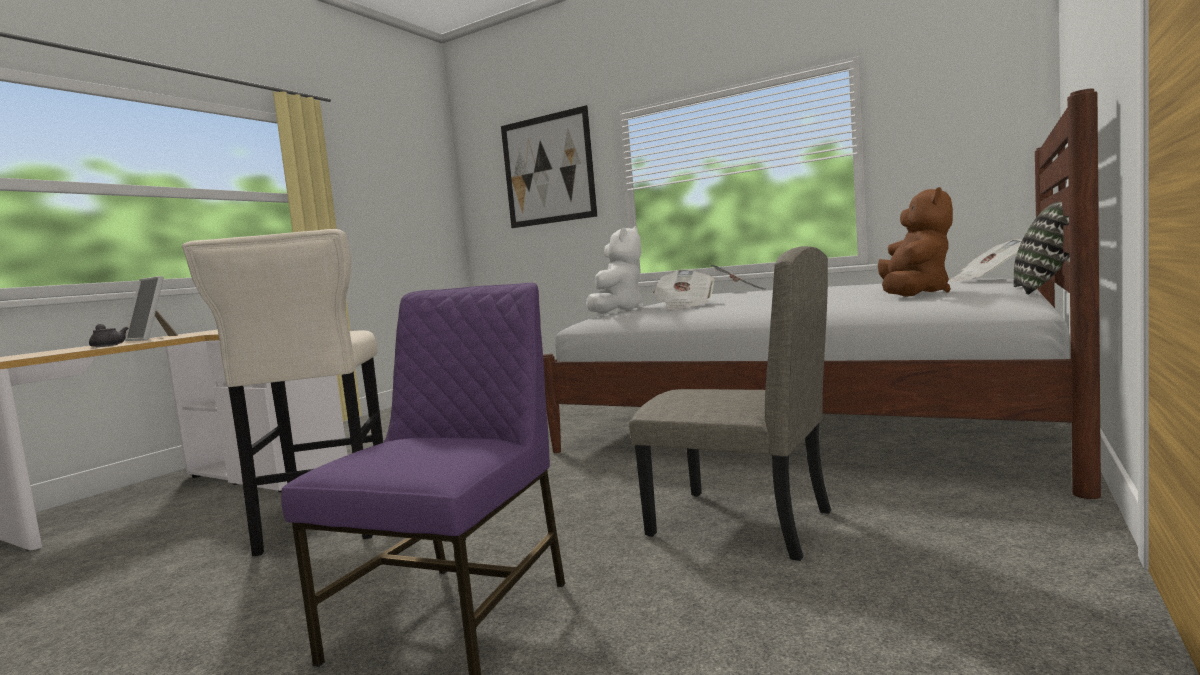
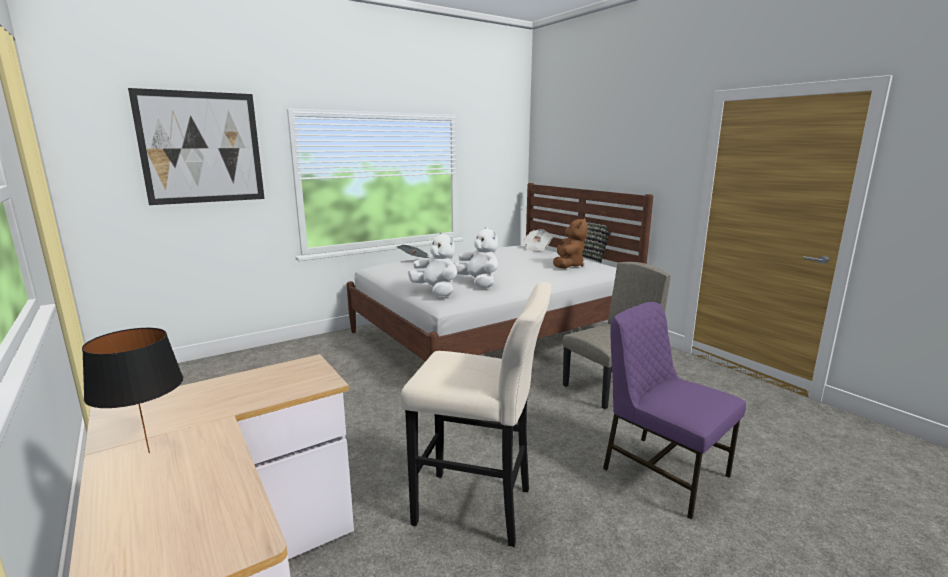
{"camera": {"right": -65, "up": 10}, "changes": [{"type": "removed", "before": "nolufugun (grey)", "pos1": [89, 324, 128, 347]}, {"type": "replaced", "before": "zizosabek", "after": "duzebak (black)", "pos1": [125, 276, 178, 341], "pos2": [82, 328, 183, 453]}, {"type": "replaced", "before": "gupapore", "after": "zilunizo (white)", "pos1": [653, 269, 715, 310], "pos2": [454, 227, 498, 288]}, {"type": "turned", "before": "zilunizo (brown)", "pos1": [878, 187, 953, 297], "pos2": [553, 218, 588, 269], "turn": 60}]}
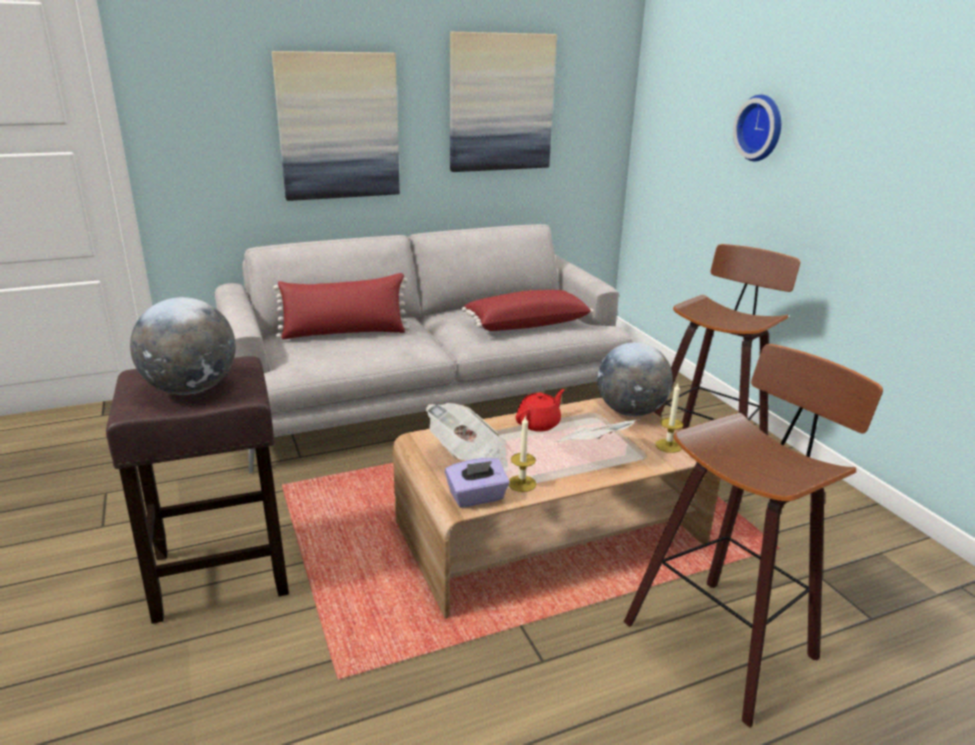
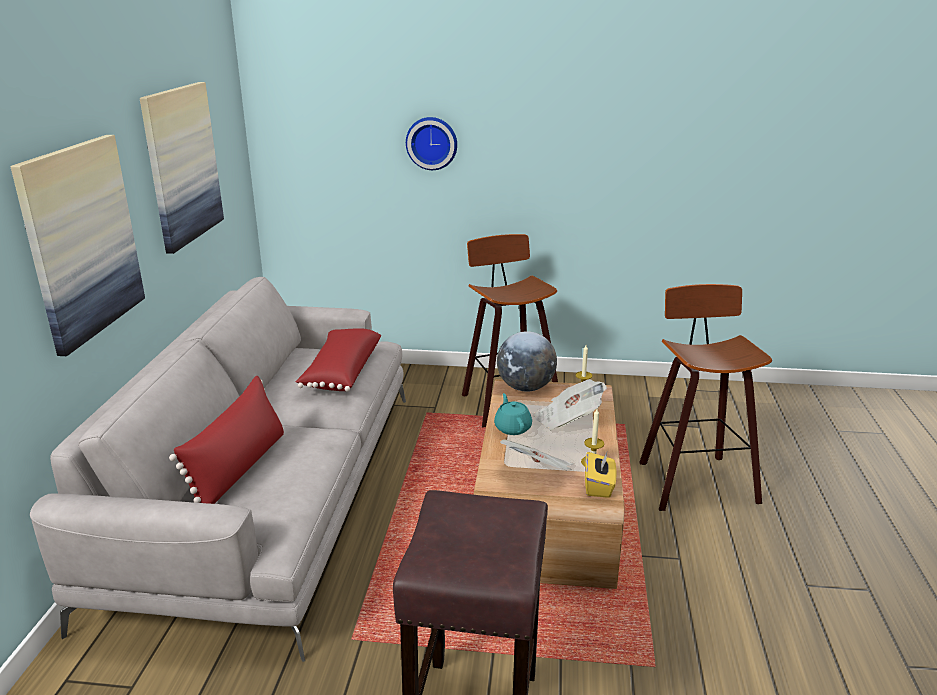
{"camera": {"right": -60, "up": 0}, "changes": [{"type": "removed", "before": "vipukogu", "pos1": [130, 297, 236, 395]}, {"type": "recoloured", "before": "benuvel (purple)", "after": "benuvel (yellow)", "pos1": [445, 458, 510, 508], "pos2": [585, 452, 616, 498]}, {"type": "recoloured", "before": "nolufugun (red)", "after": "nolufugun (turquoise)", "pos1": [516, 389, 565, 432], "pos2": [494, 393, 532, 435]}]}
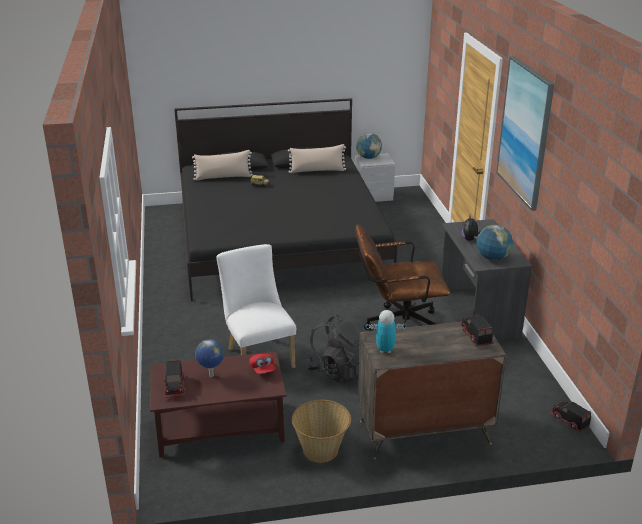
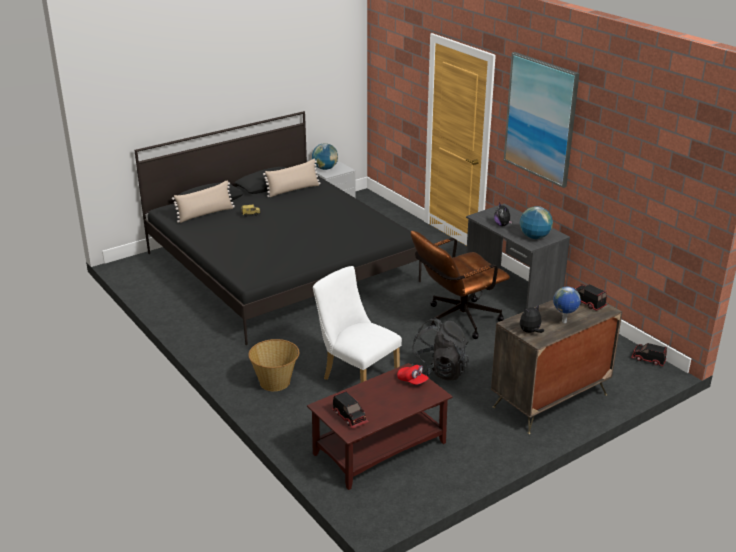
{"camera": {"right": -25, "up": 0}, "changes": [{"type": "moved", "before": "vipukogu", "pos1": [195, 339, 224, 377], "pos2": [553, 287, 581, 323]}, {"type": "moved", "before": "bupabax", "pos1": [292, 400, 351, 463], "pos2": [248, 339, 299, 391]}, {"type": "replaced", "before": "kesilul", "after": "zilunizo", "pos1": [366, 310, 407, 353], "pos2": [520, 305, 544, 333]}]}
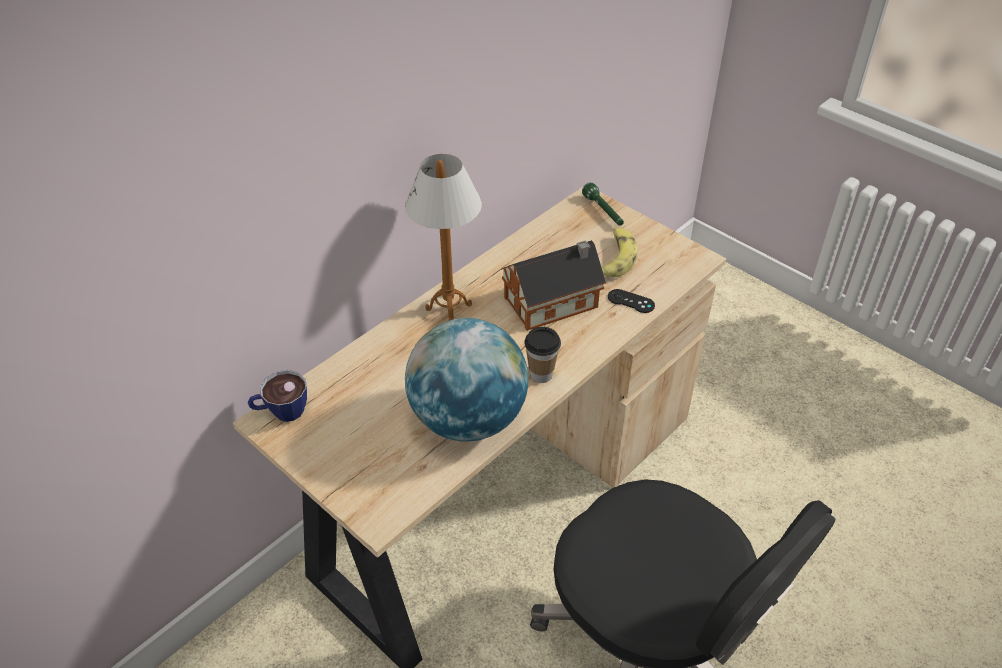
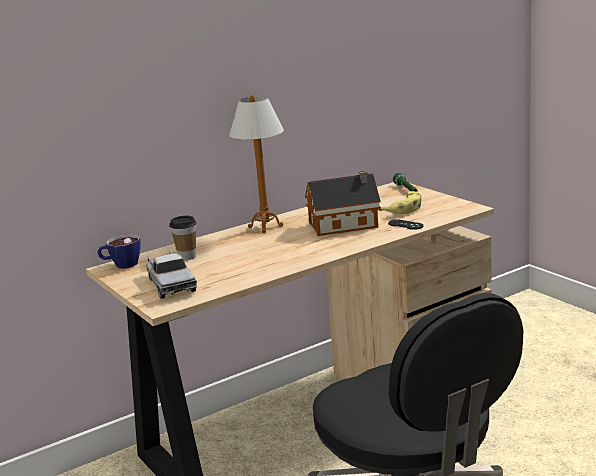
{"camera": {"right": 15, "up": -25}, "changes": [{"type": "removed", "before": "vipukogu", "pos1": [405, 318, 528, 442]}, {"type": "added", "after": "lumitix", "pos2": [147, 251, 197, 299]}, {"type": "moved", "before": "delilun", "pos1": [524, 327, 561, 383], "pos2": [169, 216, 197, 261]}]}
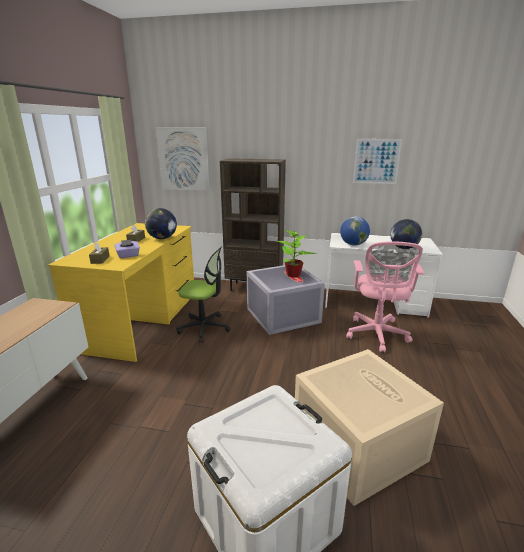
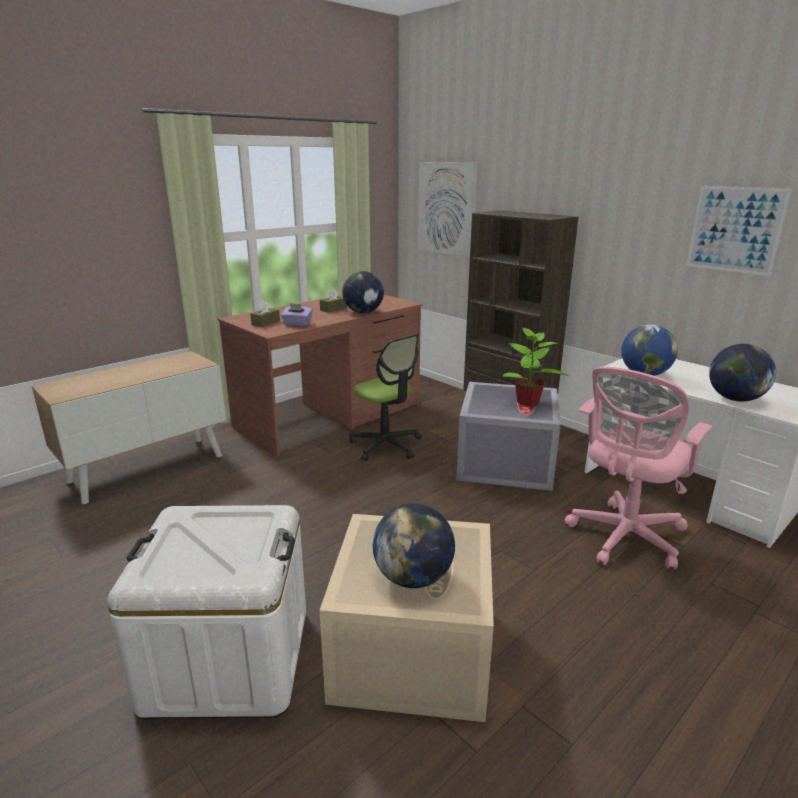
{"camera": {"right": 35, "up": 0}, "changes": [{"type": "added", "after": "vipukogu", "pos2": [373, 503, 455, 588]}, {"type": "recoloured", "before": "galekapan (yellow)", "after": "galekapan (brown)", "pos1": [48, 223, 194, 362], "pos2": [218, 295, 423, 457]}]}
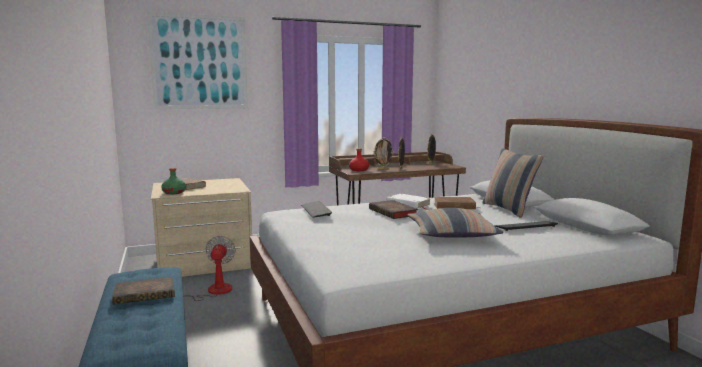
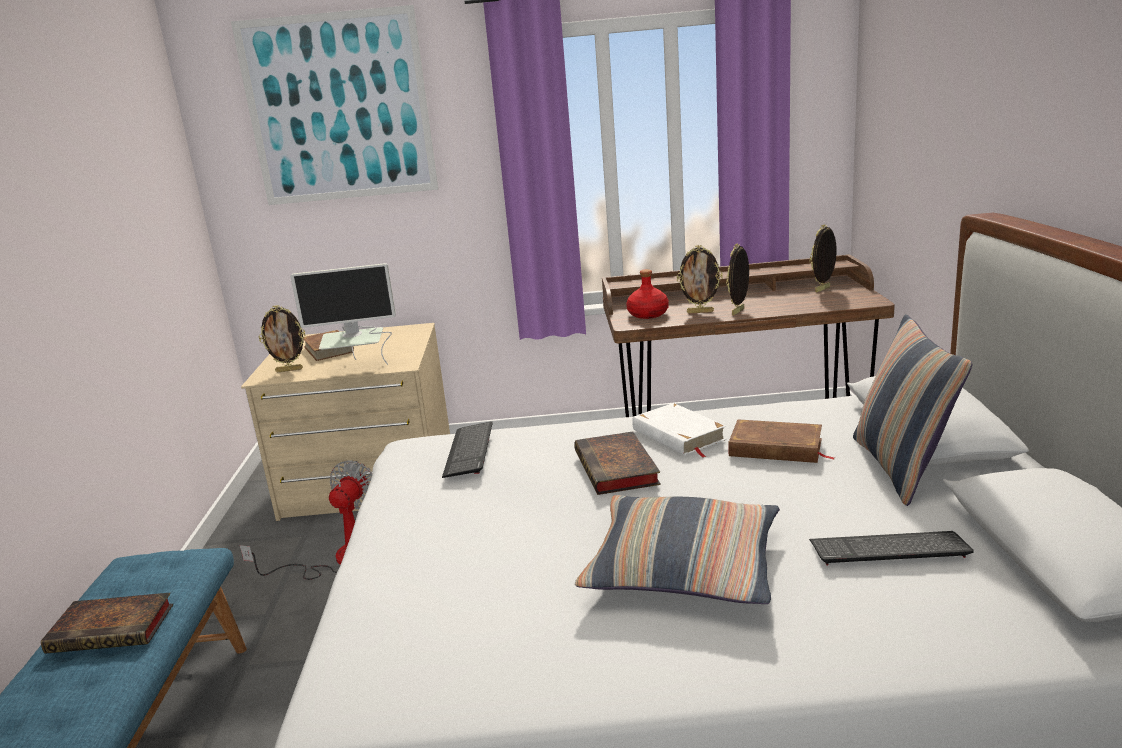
{"camera": {"right": 20, "up": 10}, "changes": [{"type": "added", "after": "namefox", "pos2": [290, 263, 396, 365]}, {"type": "replaced", "before": "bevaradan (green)", "after": "zizosabek", "pos1": [161, 168, 186, 194], "pos2": [258, 305, 306, 373]}]}
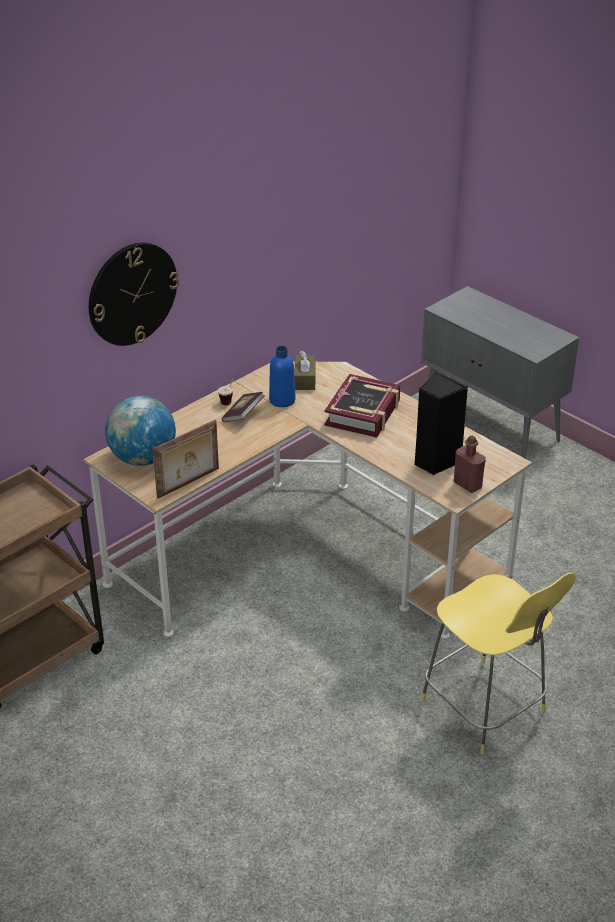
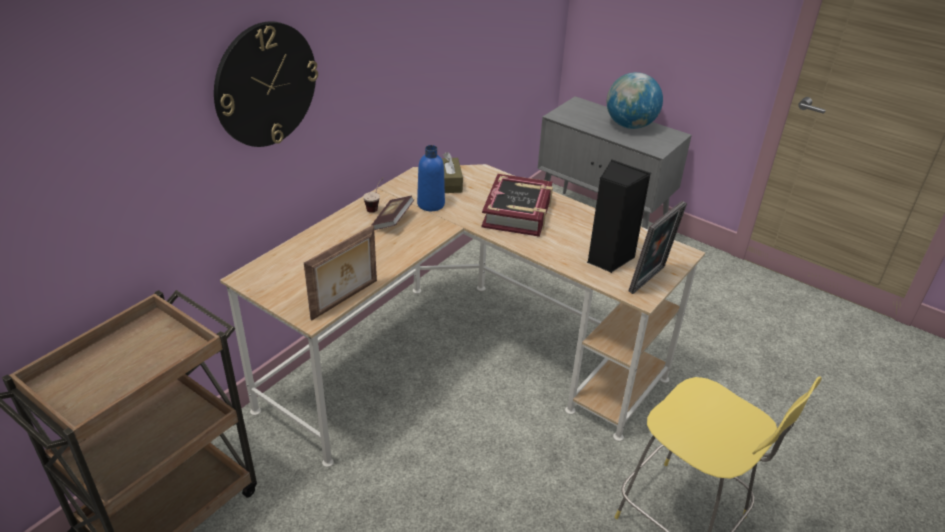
{"camera": {"right": -10, "up": 0}, "changes": [{"type": "moved", "before": "vipukogu", "pos1": [105, 396, 176, 466], "pos2": [607, 72, 663, 129]}, {"type": "replaced", "before": "bevaradan (red)", "after": "zizosabek", "pos1": [454, 435, 486, 493], "pos2": [628, 201, 687, 294]}]}
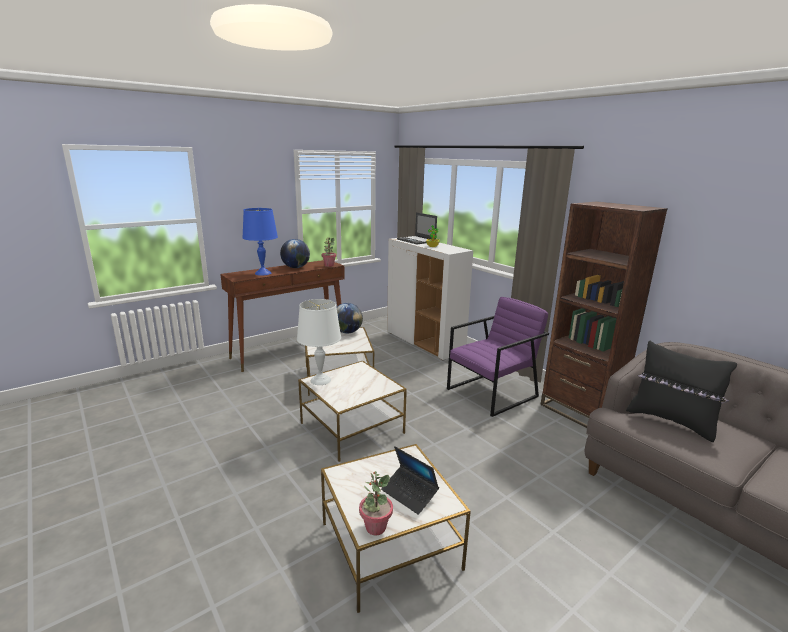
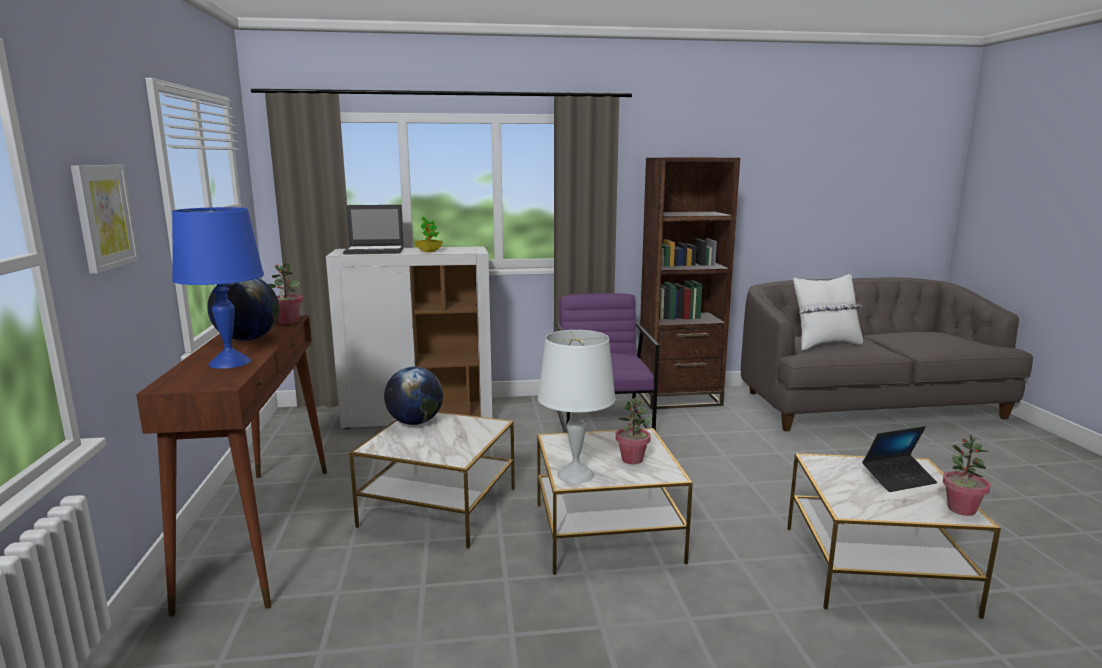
{"camera": {"right": -60, "up": -5}, "changes": [{"type": "added", "after": "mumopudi", "pos2": [71, 165, 139, 274]}, {"type": "added", "after": "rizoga", "pos2": [616, 397, 651, 464]}, {"type": "recoloured", "before": "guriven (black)", "after": "guriven (white)", "pos1": [626, 340, 737, 442], "pos2": [793, 274, 863, 350]}]}
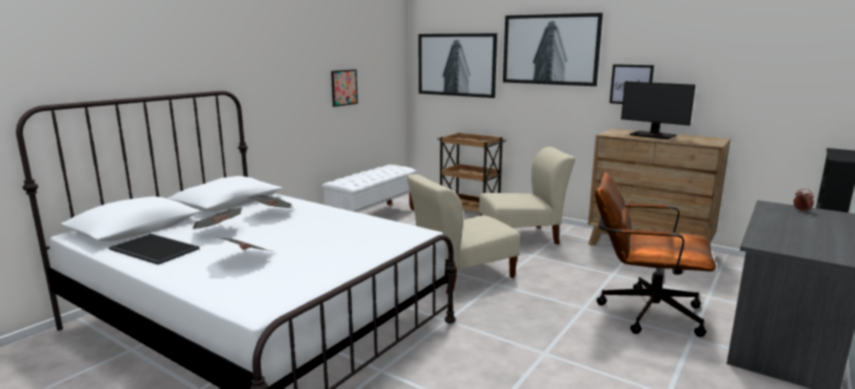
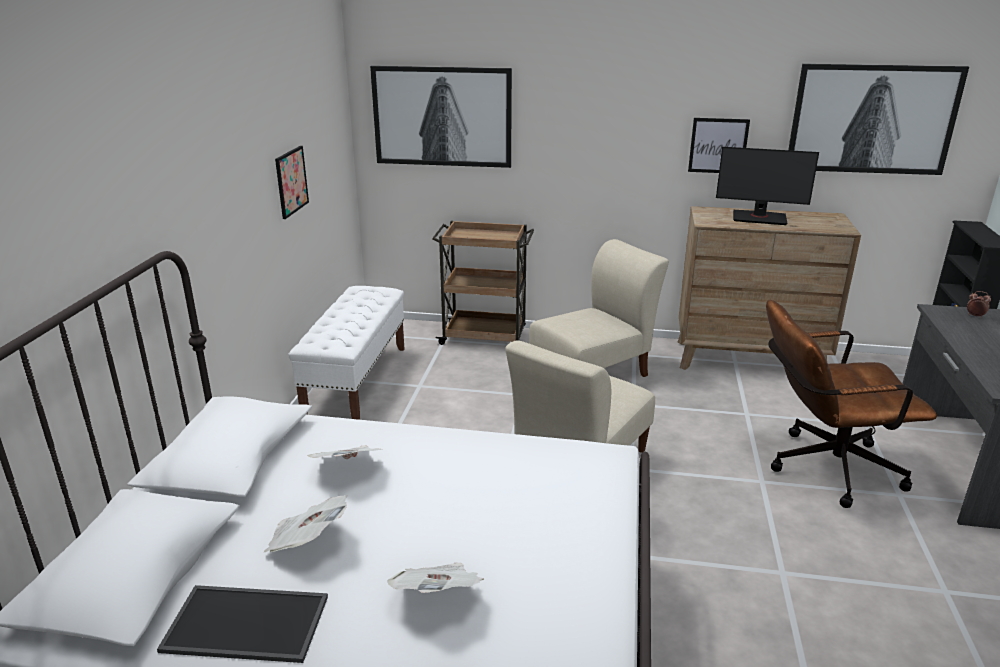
{"camera": {"right": -25, "up": 10}, "changes": [{"type": "moved", "before": "mumopudi", "pos1": [503, 13, 603, 86], "pos2": [788, 64, 969, 175]}]}
